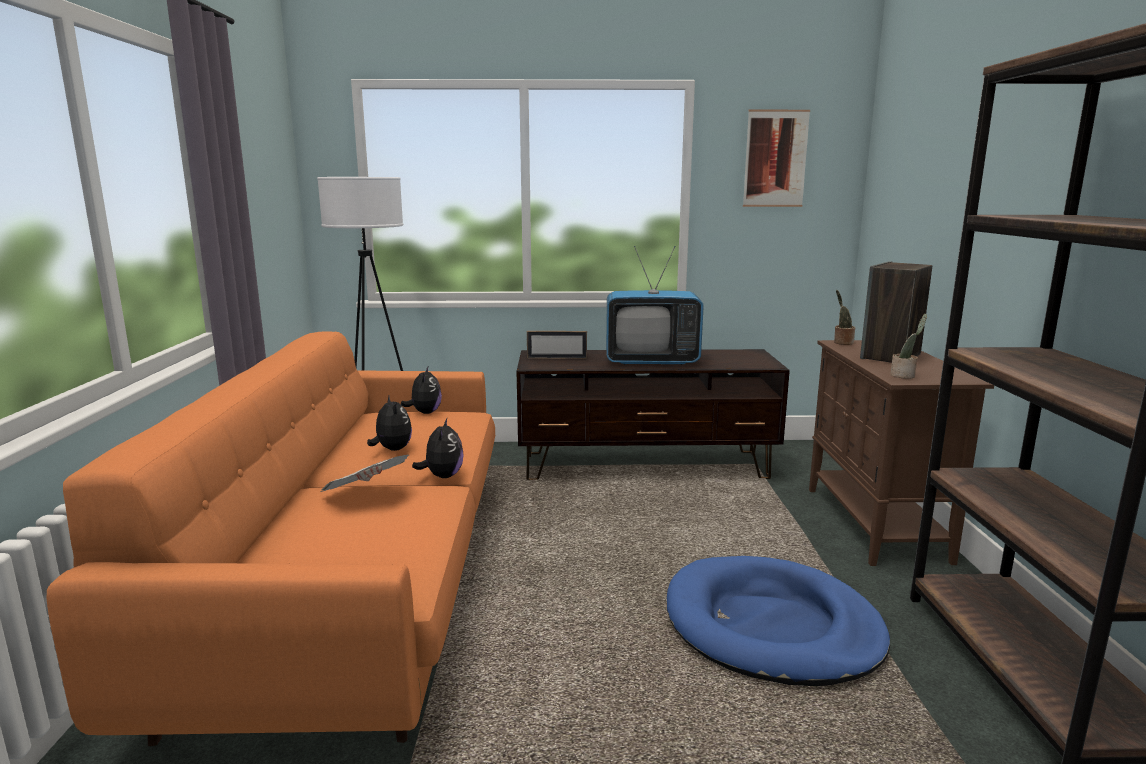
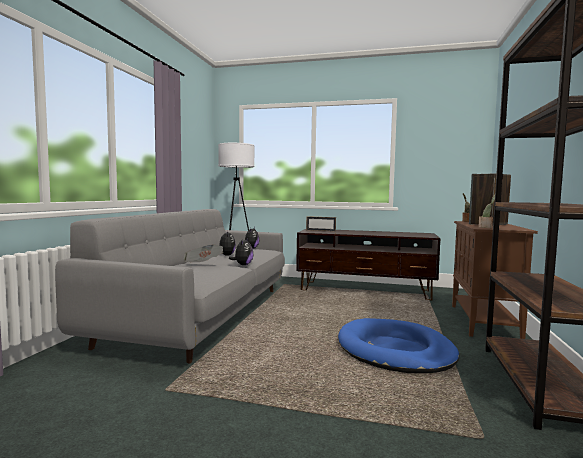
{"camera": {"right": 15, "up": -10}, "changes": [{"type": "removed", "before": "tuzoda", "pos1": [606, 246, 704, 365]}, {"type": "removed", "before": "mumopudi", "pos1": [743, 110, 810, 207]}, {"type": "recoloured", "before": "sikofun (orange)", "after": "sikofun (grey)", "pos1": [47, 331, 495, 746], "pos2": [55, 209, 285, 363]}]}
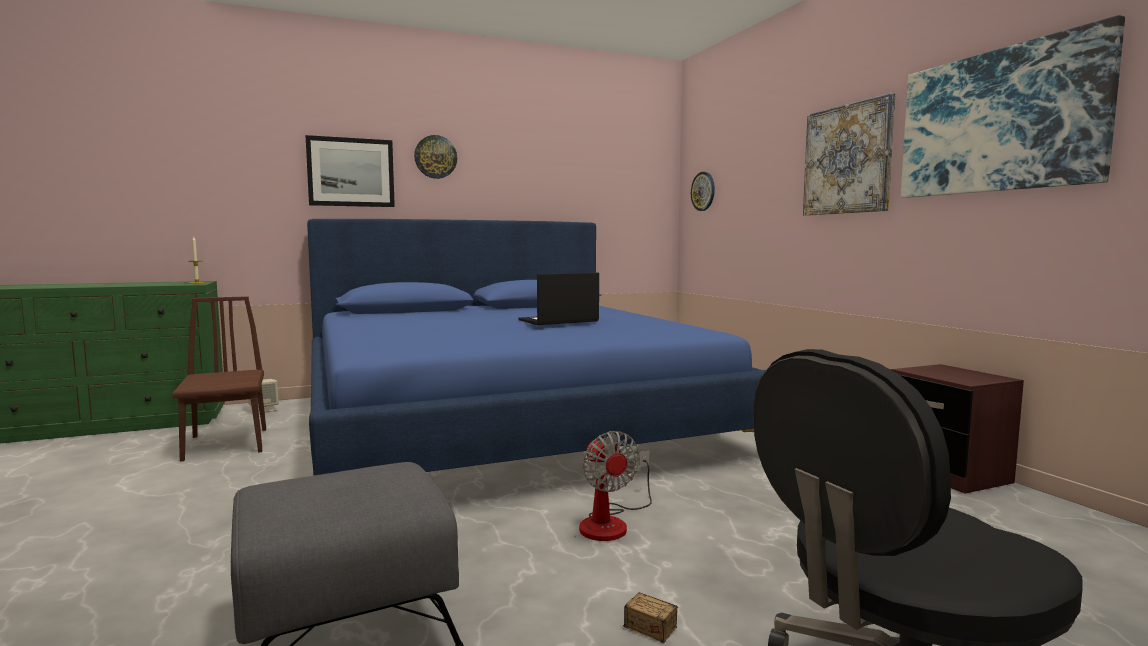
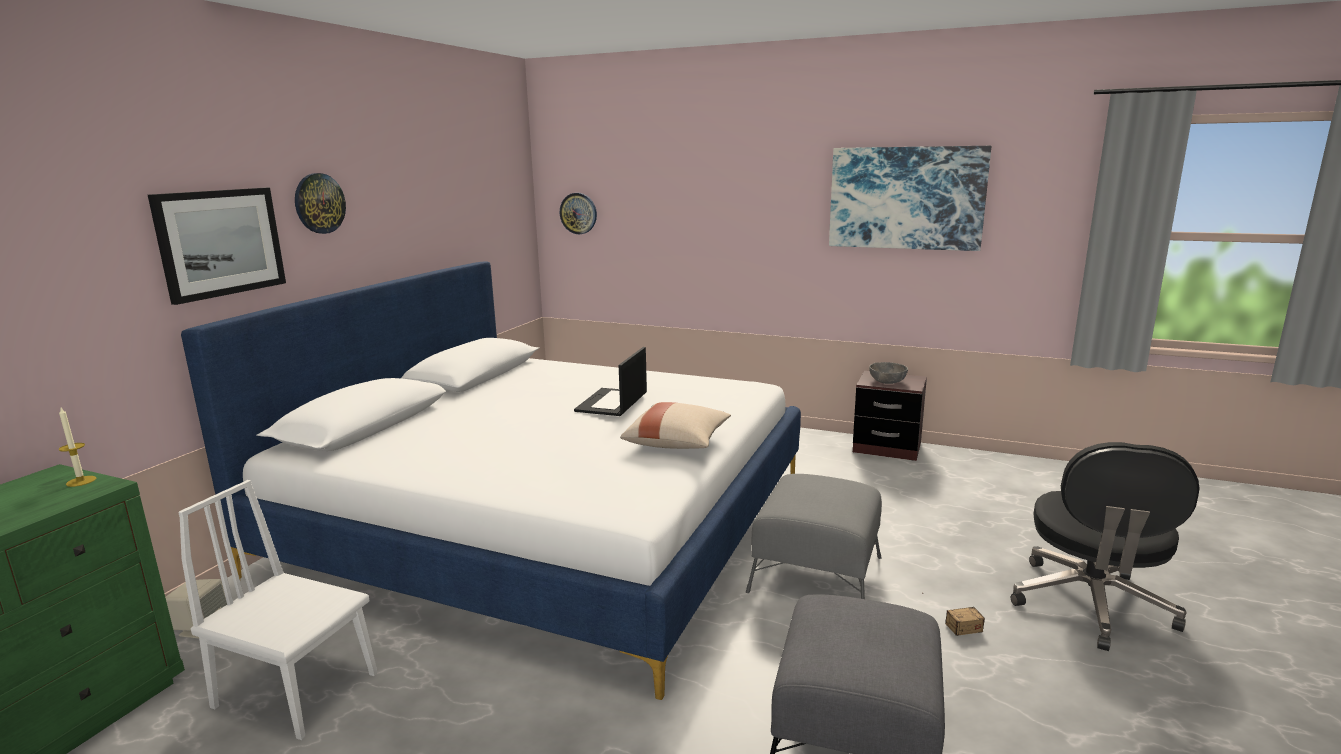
{"camera": {"right": -45, "up": 10}, "changes": [{"type": "removed", "before": "mumopudi", "pos1": [803, 93, 895, 216]}, {"type": "added", "after": "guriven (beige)", "pos2": [620, 402, 731, 449]}, {"type": "added", "after": "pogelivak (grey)", "pos2": [869, 362, 908, 384]}, {"type": "replaced", "before": "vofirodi", "after": "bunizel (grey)", "pos1": [579, 431, 652, 541], "pos2": [746, 474, 882, 599]}, {"type": "recoloured", "before": "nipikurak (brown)", "after": "nipikurak (white)", "pos1": [172, 296, 266, 462], "pos2": [178, 480, 377, 740]}, {"type": "recoloured", "before": "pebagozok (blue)", "after": "pebagozok (white)", "pos1": [307, 219, 766, 476], "pos2": [181, 261, 801, 700]}]}
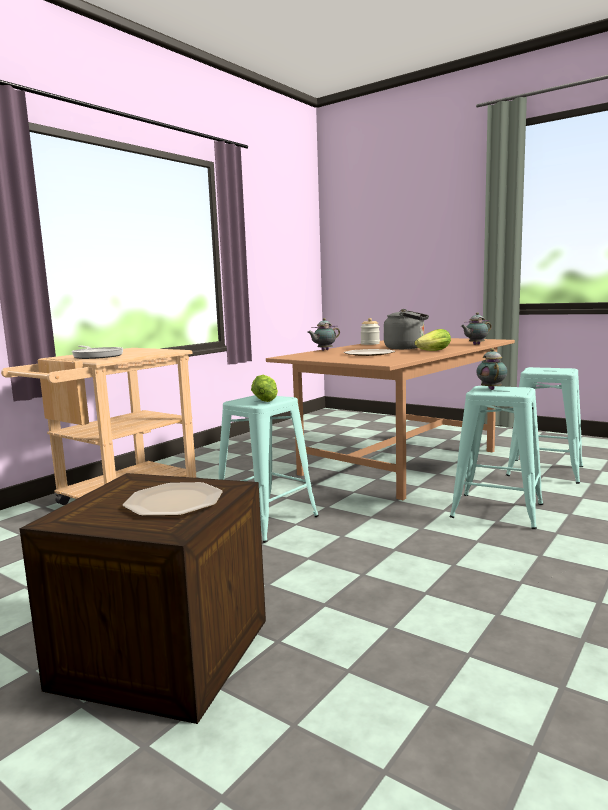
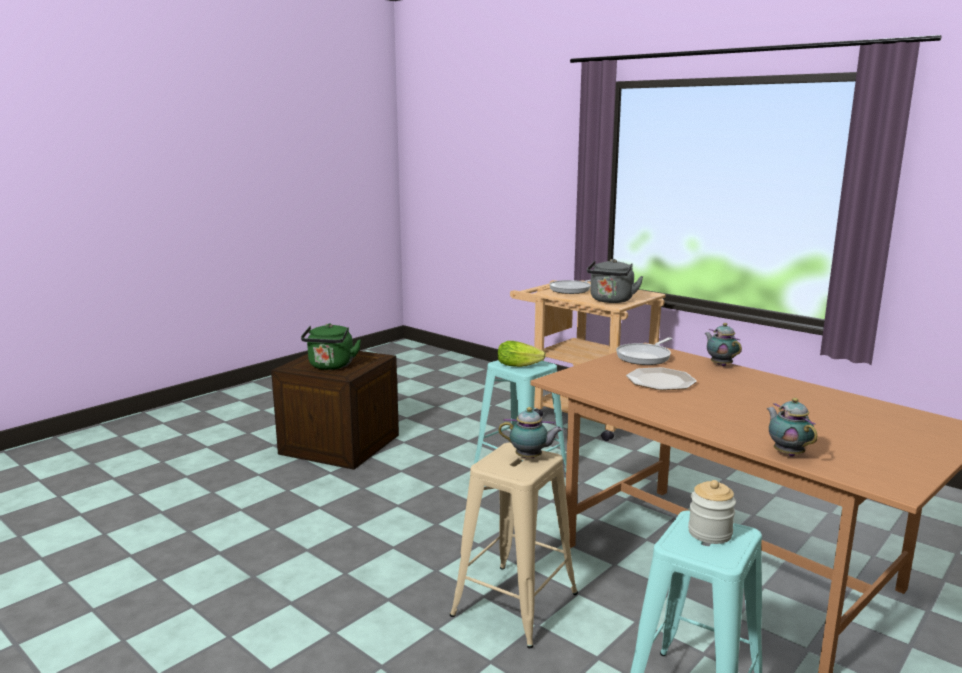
{"camera": {"right": 95, "up": 5}, "changes": [{"type": "removed", "before": "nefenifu", "pos1": [414, 329, 451, 351]}, {"type": "added", "after": "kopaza", "pos2": [616, 337, 672, 365]}, {"type": "moved", "before": "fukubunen", "pos1": [361, 318, 380, 345], "pos2": [688, 480, 736, 544]}, {"type": "moved", "before": "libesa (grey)", "pos1": [384, 309, 429, 349], "pos2": [587, 259, 644, 303]}, {"type": "replaced", "before": "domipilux", "after": "libesa (green)", "pos1": [123, 482, 223, 516], "pos2": [301, 323, 361, 370]}, {"type": "recoloured", "before": "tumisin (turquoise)", "after": "tumisin (beige)", "pos1": [450, 386, 543, 529], "pos2": [450, 443, 578, 648]}]}
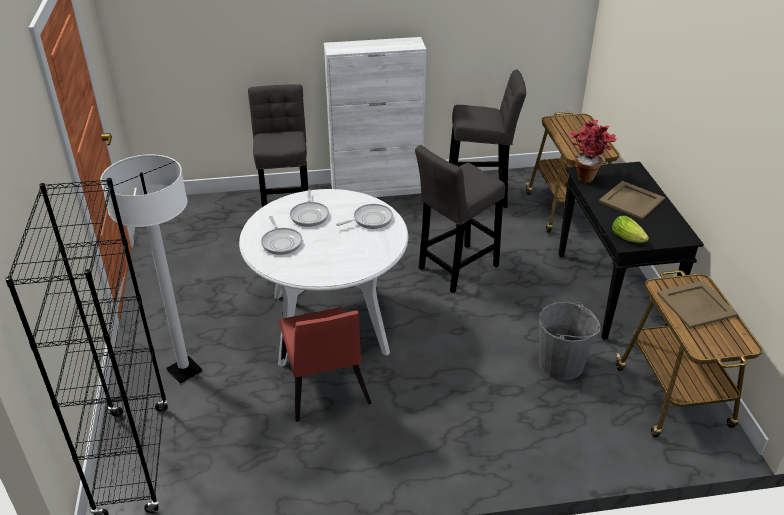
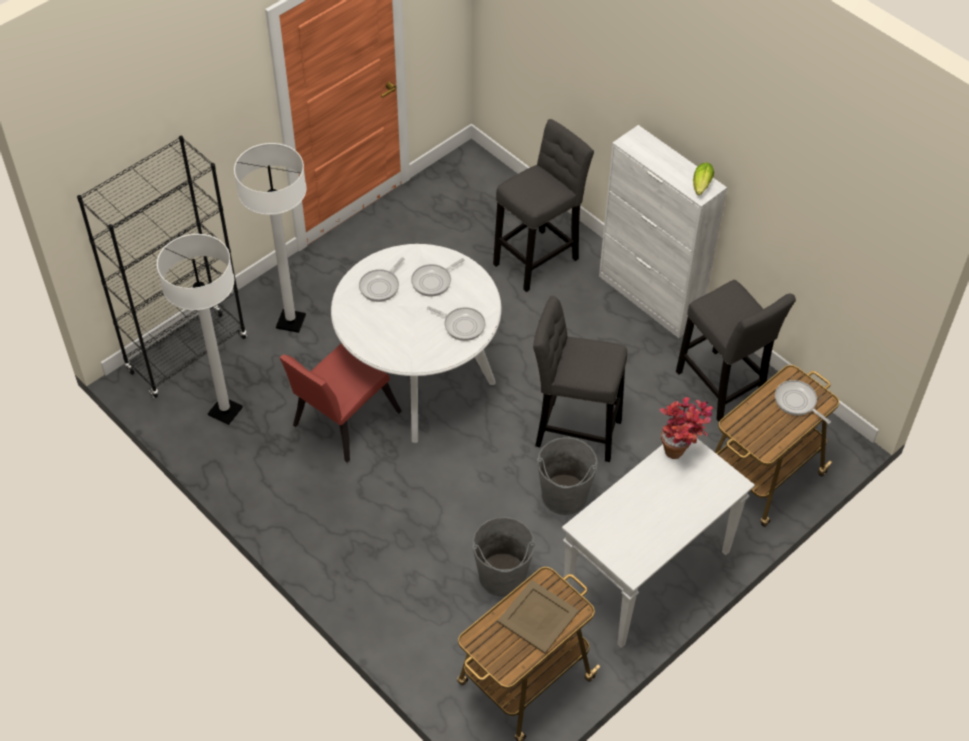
{"camera": {"right": 55, "up": 15}, "changes": [{"type": "removed", "before": "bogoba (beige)", "pos1": [599, 181, 665, 220]}, {"type": "added", "after": "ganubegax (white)", "pos2": [157, 234, 243, 425]}, {"type": "added", "after": "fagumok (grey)", "pos2": [537, 437, 598, 515]}, {"type": "added", "after": "kopaza", "pos2": [775, 380, 831, 424]}, {"type": "moved", "before": "nefenifu", "pos1": [612, 216, 649, 243], "pos2": [693, 163, 714, 195]}, {"type": "recoloured", "before": "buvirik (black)", "after": "buvirik (white)", "pos1": [559, 162, 704, 340], "pos2": [562, 438, 755, 648]}]}
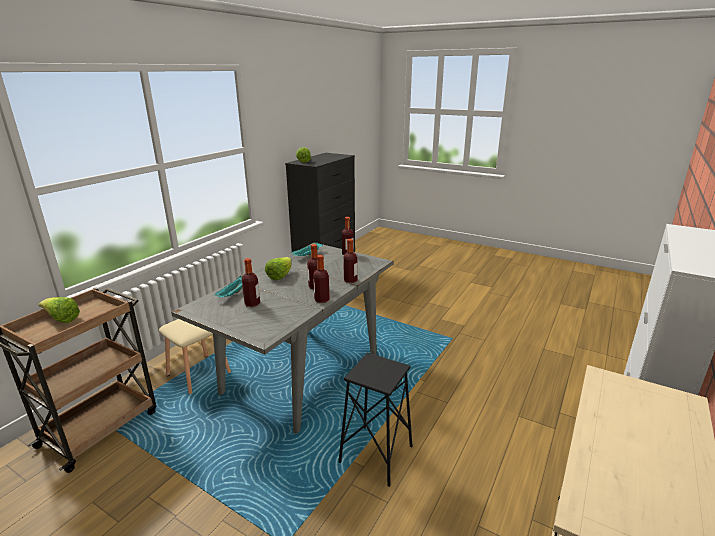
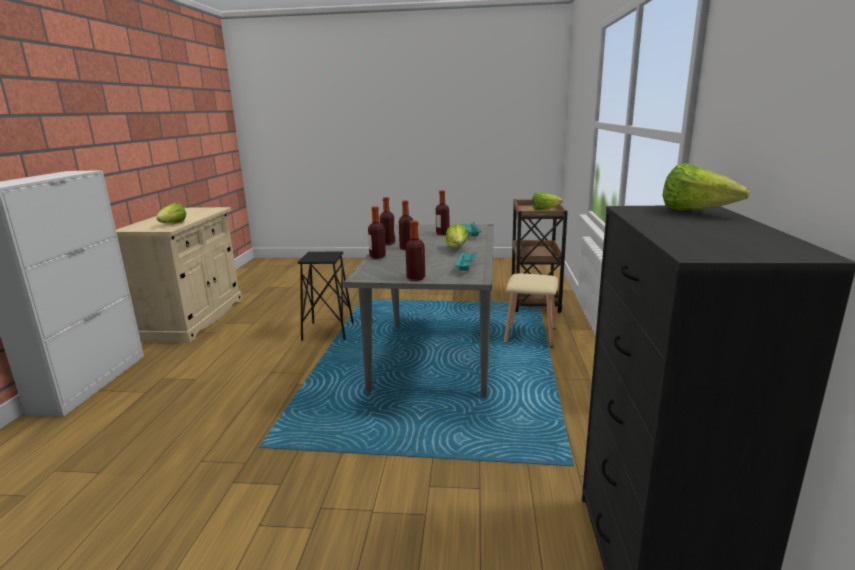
{"camera": {"right": 155, "up": -5}, "changes": [{"type": "added", "after": "nefenifu", "pos2": [156, 203, 187, 223]}]}
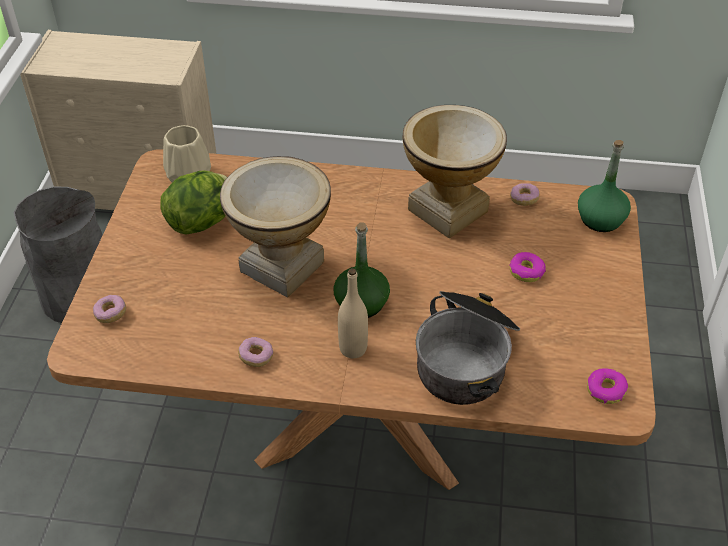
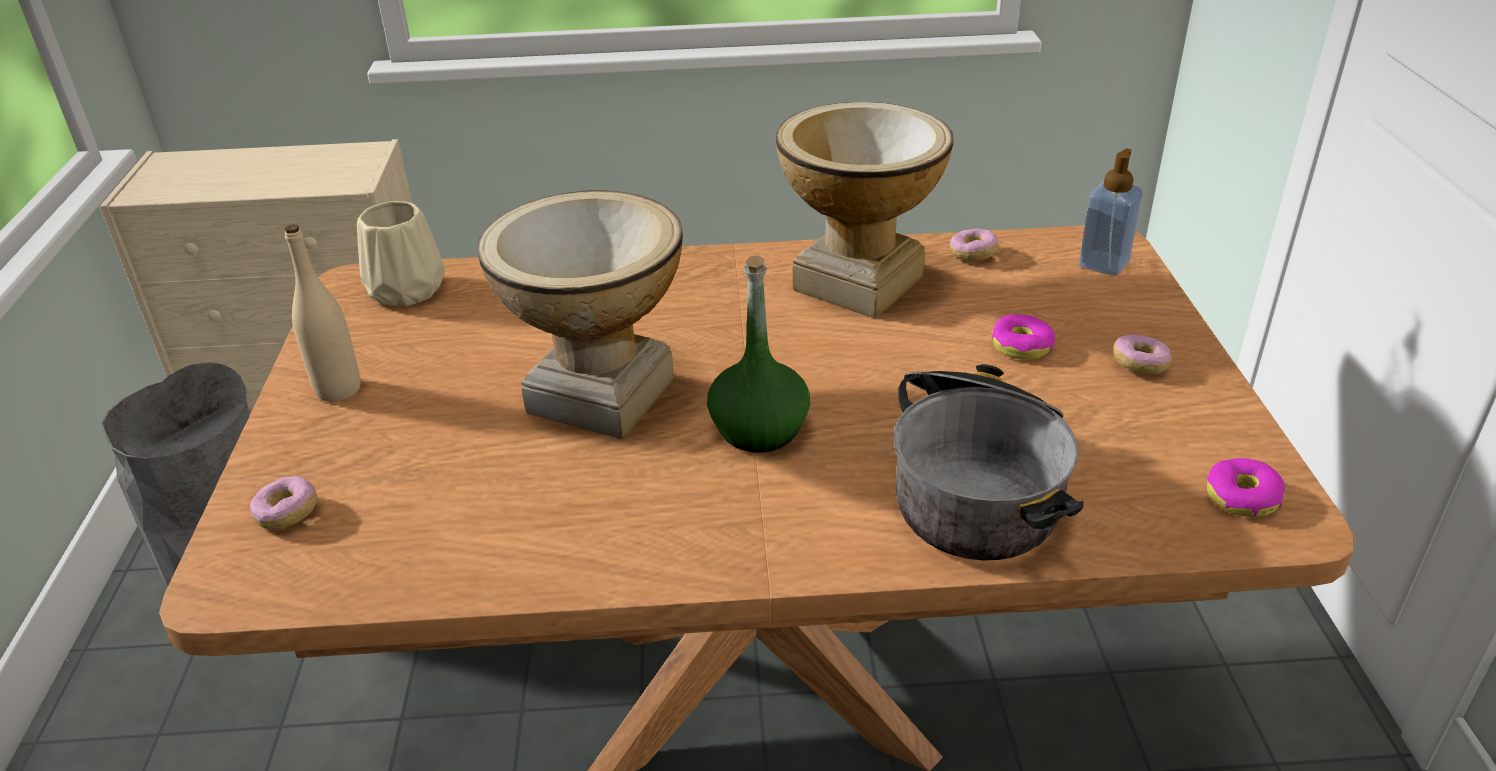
{"camera": {"right": -10, "up": -10}, "changes": [{"type": "removed", "before": "nefenifu", "pos1": [160, 170, 227, 235]}, {"type": "moved", "before": "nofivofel", "pos1": [238, 337, 273, 367], "pos2": [1113, 335, 1172, 374]}, {"type": "moved", "before": "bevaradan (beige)", "pos1": [338, 268, 368, 358], "pos2": [285, 224, 360, 402]}, {"type": "replaced", "before": "bevaradan (green)", "after": "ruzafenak", "pos1": [578, 140, 631, 232], "pos2": [1079, 148, 1143, 276]}]}
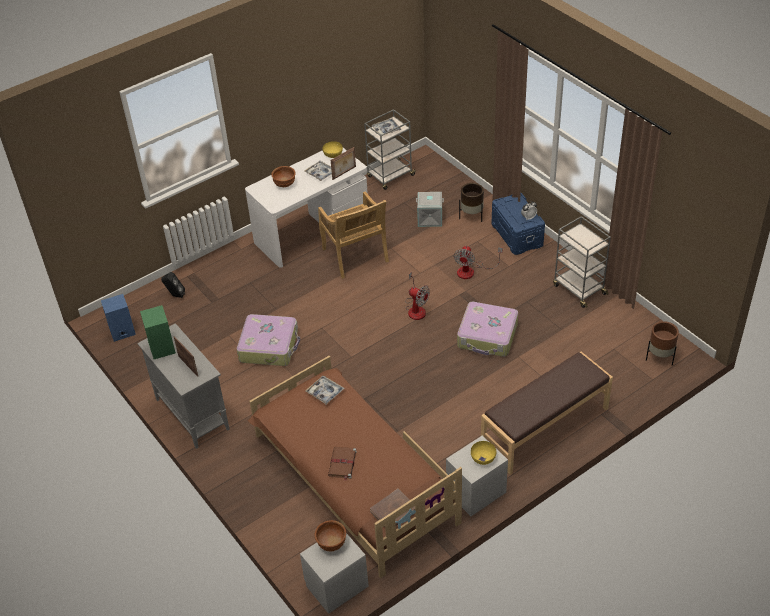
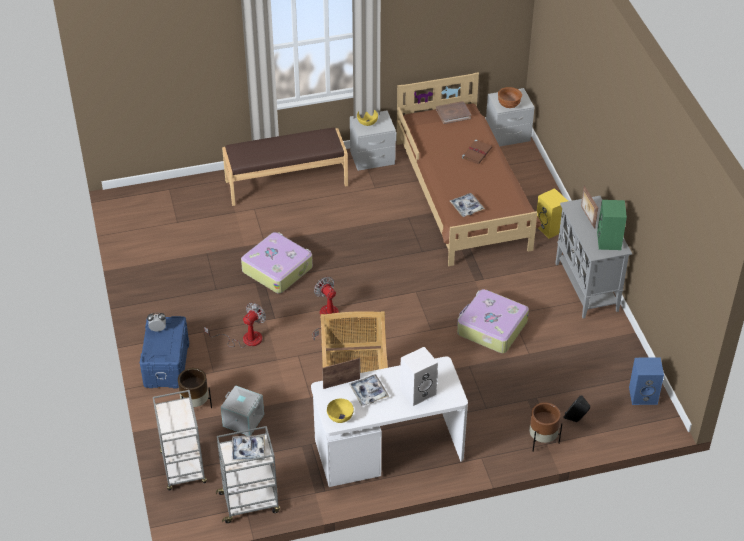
{"camera": {"right": -160, "up": 0}, "changes": [{"type": "added", "after": "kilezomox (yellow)", "pos2": [537, 188, 568, 239]}, {"type": "moved", "before": "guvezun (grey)", "pos1": [553, 216, 611, 308], "pos2": [153, 390, 207, 491]}, {"type": "moved", "before": "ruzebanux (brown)", "pos1": [646, 321, 679, 365], "pos2": [529, 402, 562, 451]}, {"type": "replaced", "before": "pogelivak (brown)", "after": "kilezomox (white)", "pos1": [271, 166, 295, 187], "pos2": [400, 347, 438, 406]}]}
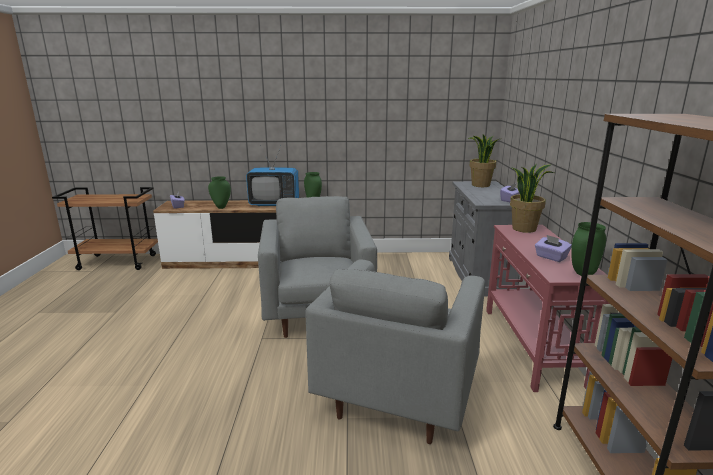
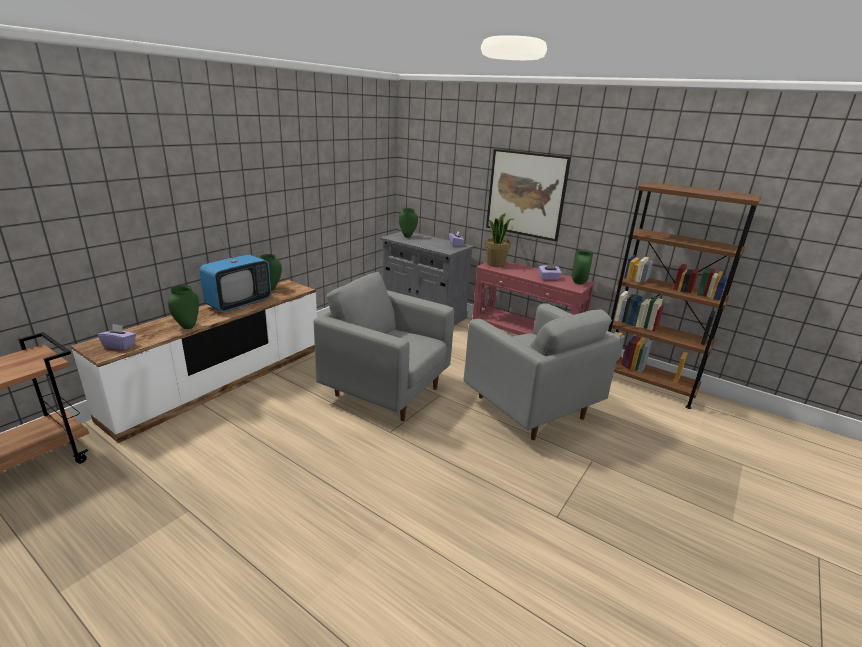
{"camera": {"right": -55, "up": 5}, "changes": [{"type": "added", "after": "mumopudi", "pos2": [486, 149, 571, 241]}, {"type": "replaced", "before": "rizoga", "after": "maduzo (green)", "pos1": [468, 134, 502, 187], "pos2": [399, 208, 418, 238]}]}
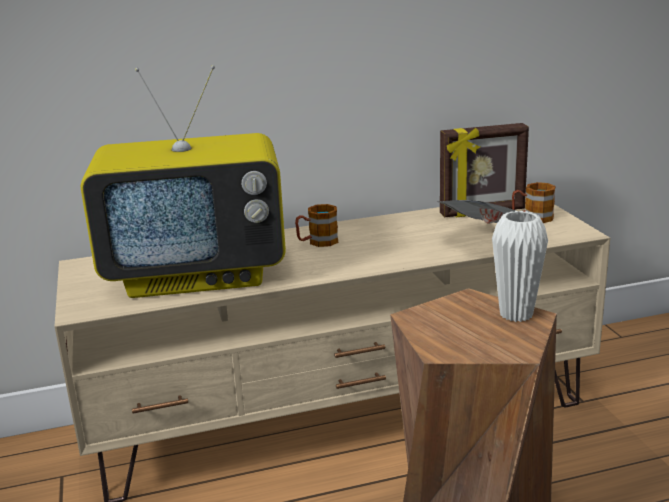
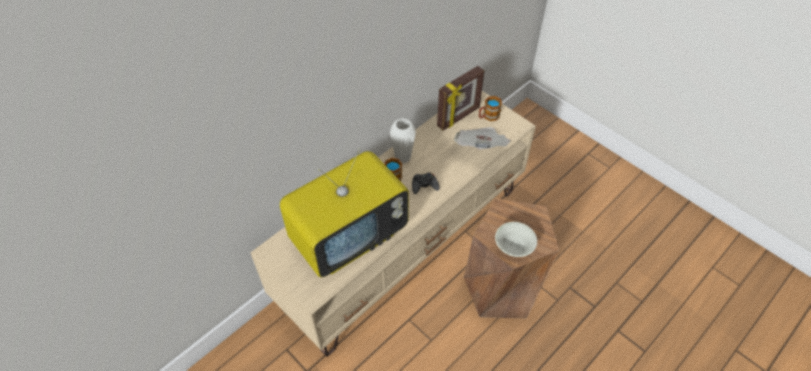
{"camera": {"right": -30, "up": 30}, "changes": [{"type": "added", "after": "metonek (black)", "pos2": [412, 173, 439, 194]}, {"type": "added", "after": "pogelivak (white)", "pos2": [495, 222, 537, 257]}, {"type": "moved", "before": "maduzo (white)", "pos1": [492, 211, 548, 322], "pos2": [390, 118, 416, 164]}]}
